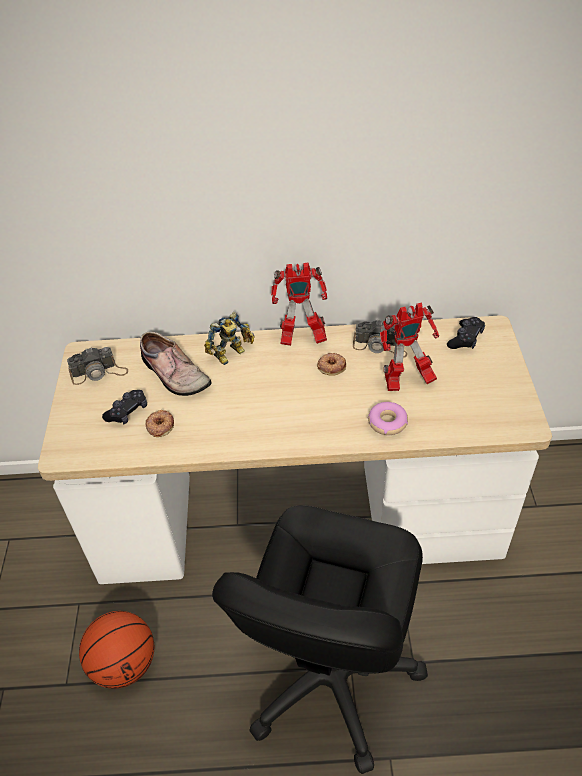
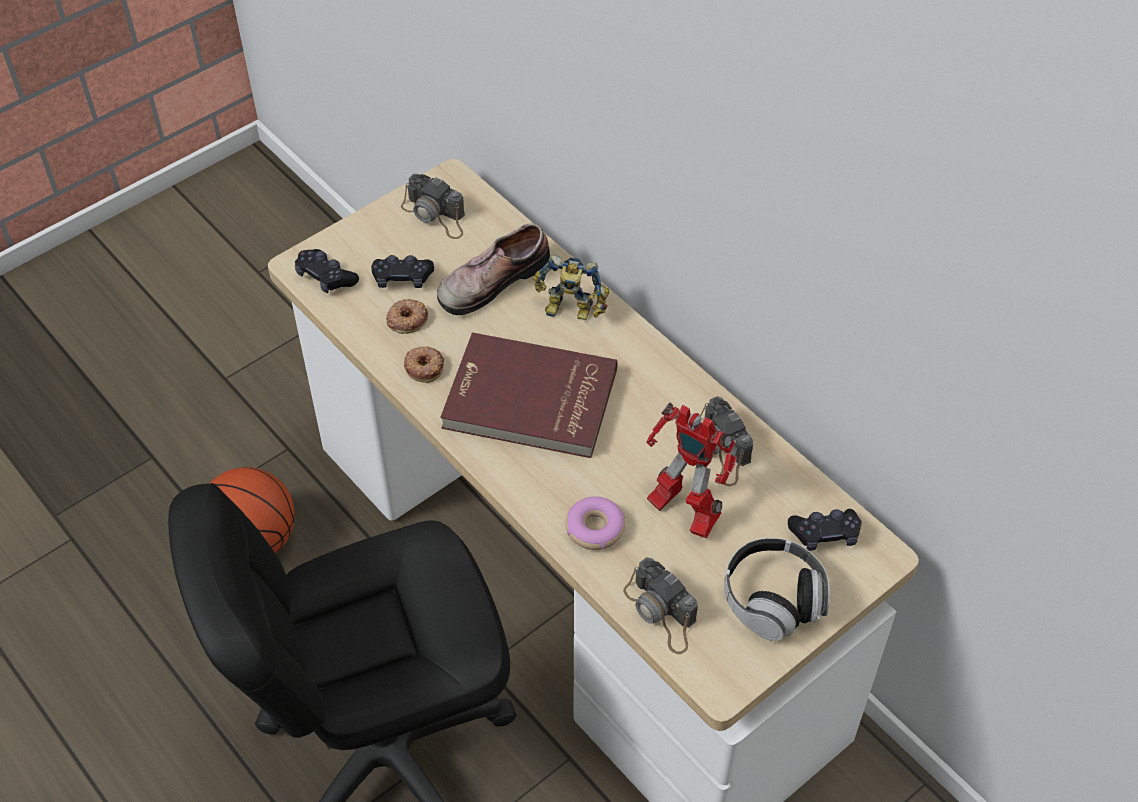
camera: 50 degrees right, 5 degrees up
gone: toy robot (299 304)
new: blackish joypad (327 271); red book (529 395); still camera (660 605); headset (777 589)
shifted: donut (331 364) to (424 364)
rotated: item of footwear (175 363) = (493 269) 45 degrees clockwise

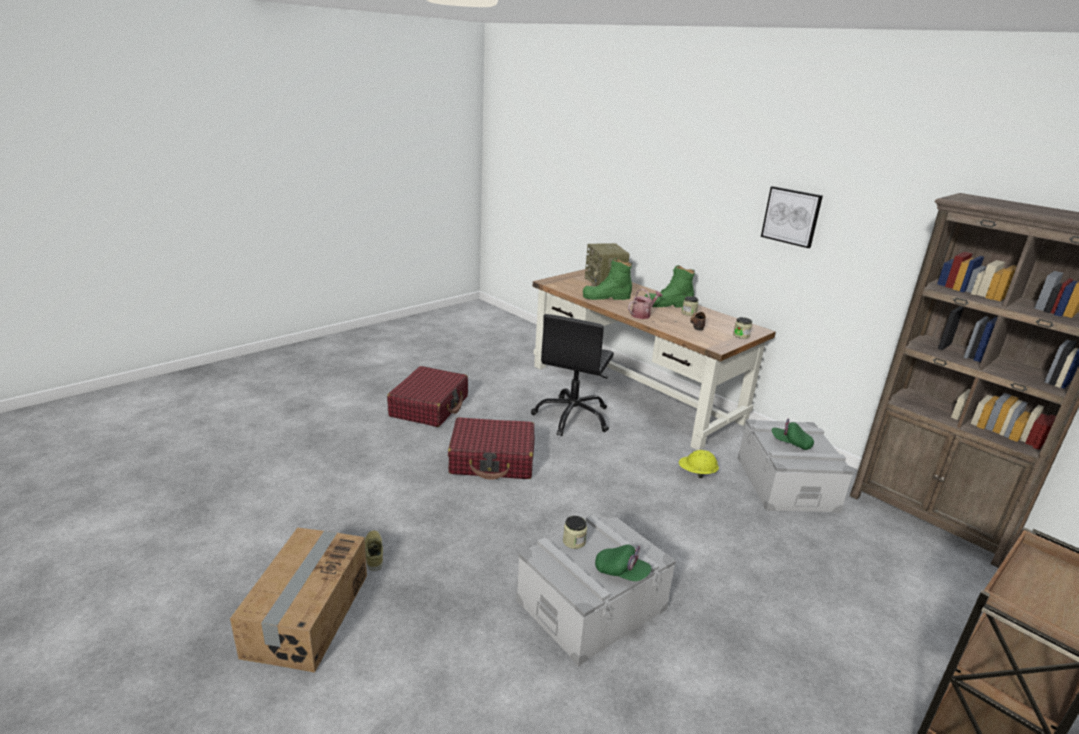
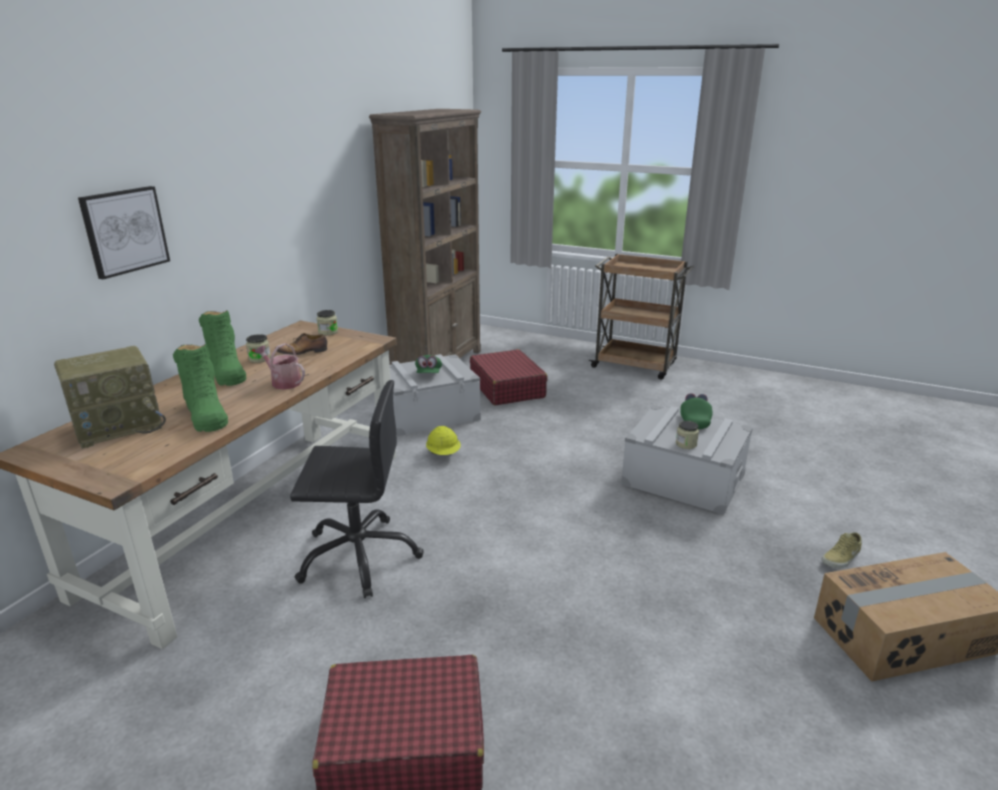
camera: 110 degrees left, 0 degrees up
shifted: sand-coloured item of footwear (374 550) to (841 550); red travel case (491 448) to (509 377); wall picture (792 217) to (124 232)

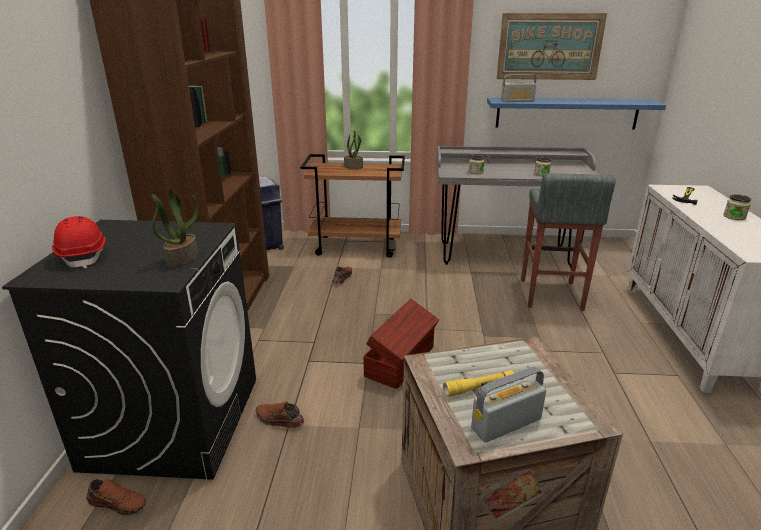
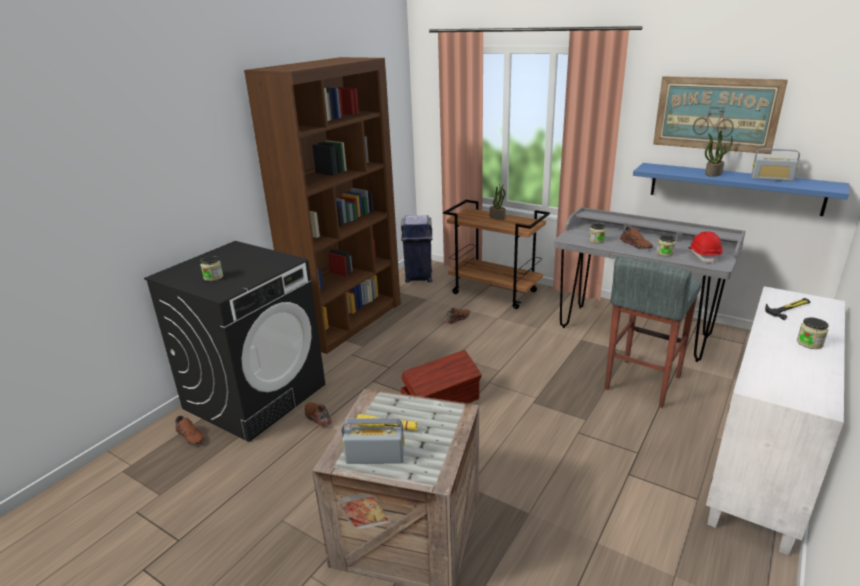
camera: 30 degrees right, 0 degrees up
new: storage jar (211 268); brownish item of footwear (636 238)
shifted: red work helmet (79 242) to (705 247); plant in a pot (175 228) to (719 153); radio receiver (518 88) to (775 165)

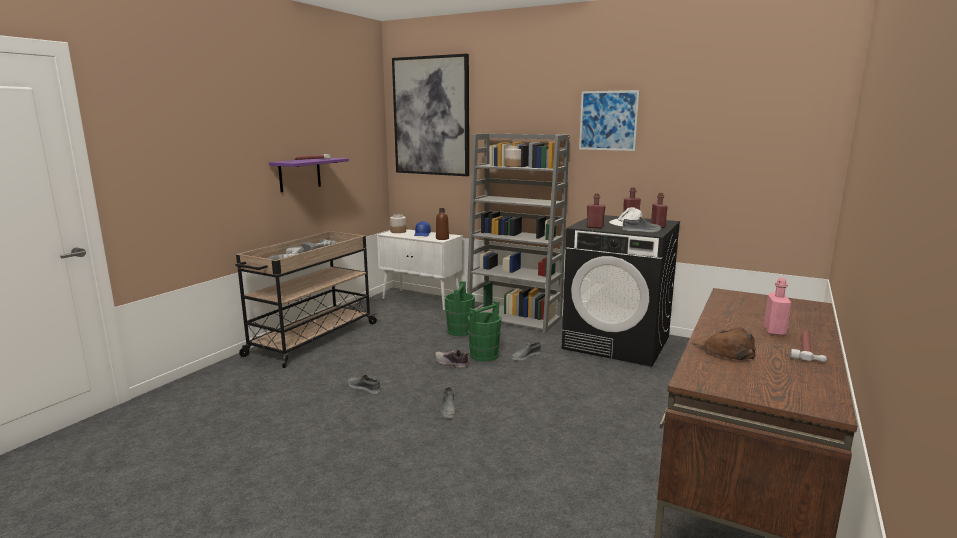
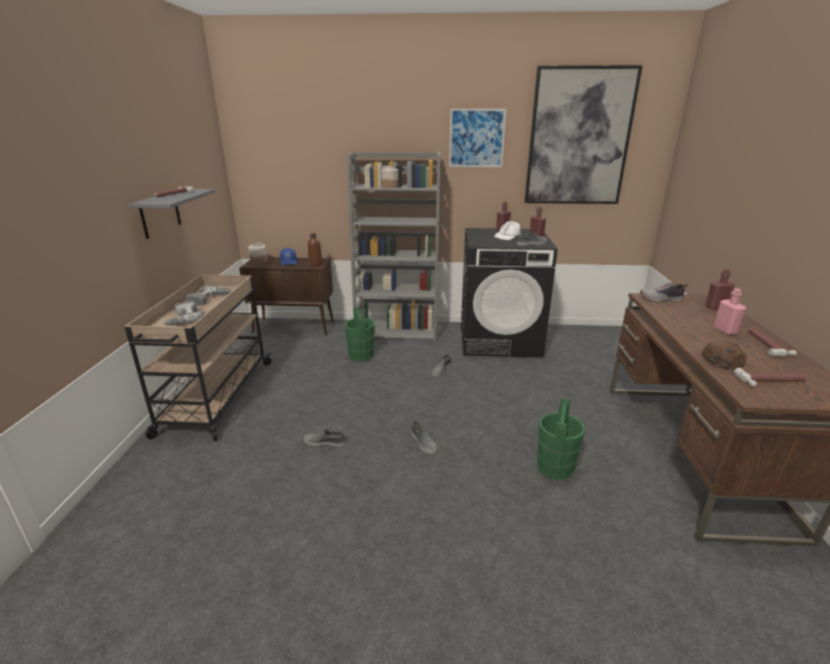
camera: 25 degrees left, 10 degrees up
new: tool hammer (770 377)
shifted: wall picture (430 115) to (583 134); item of footwear (451 359) to (664 292); green-coloured bucket (484 331) to (561 439); red bottle (596 210) to (720 289)
repainted: purple wall shelf (309 175) to greyish wall shelf (172 214); white storage cabinet (420 270) to brownish storage cabinet (286 296)
rotated: brownish baseball cap (723 343) = (725 355) 90 degrees clockwise

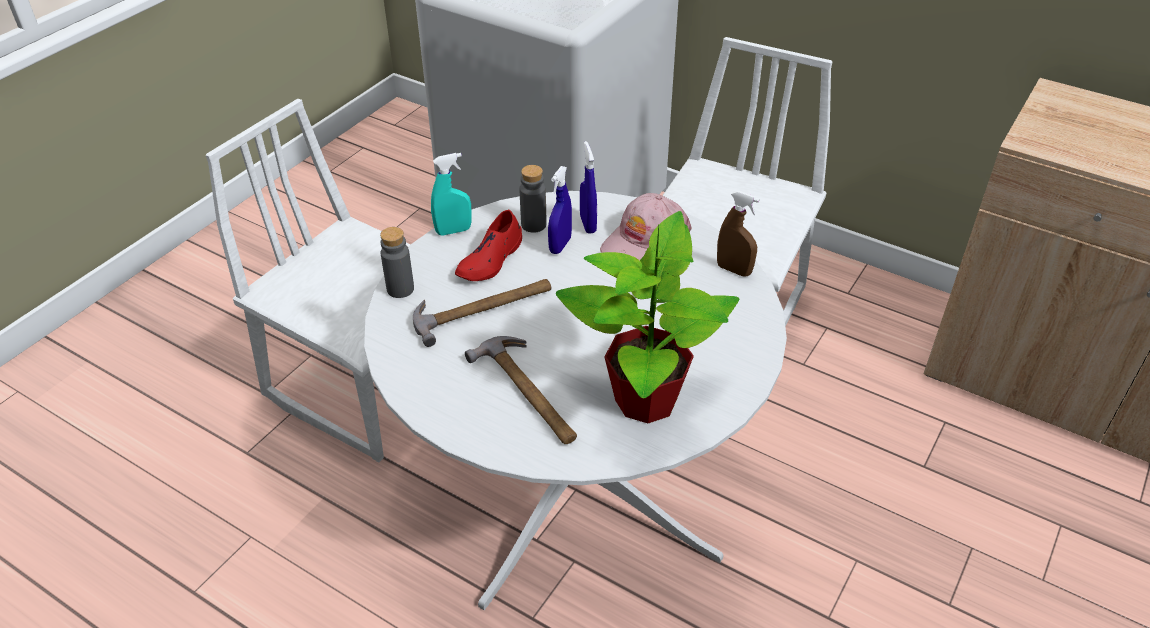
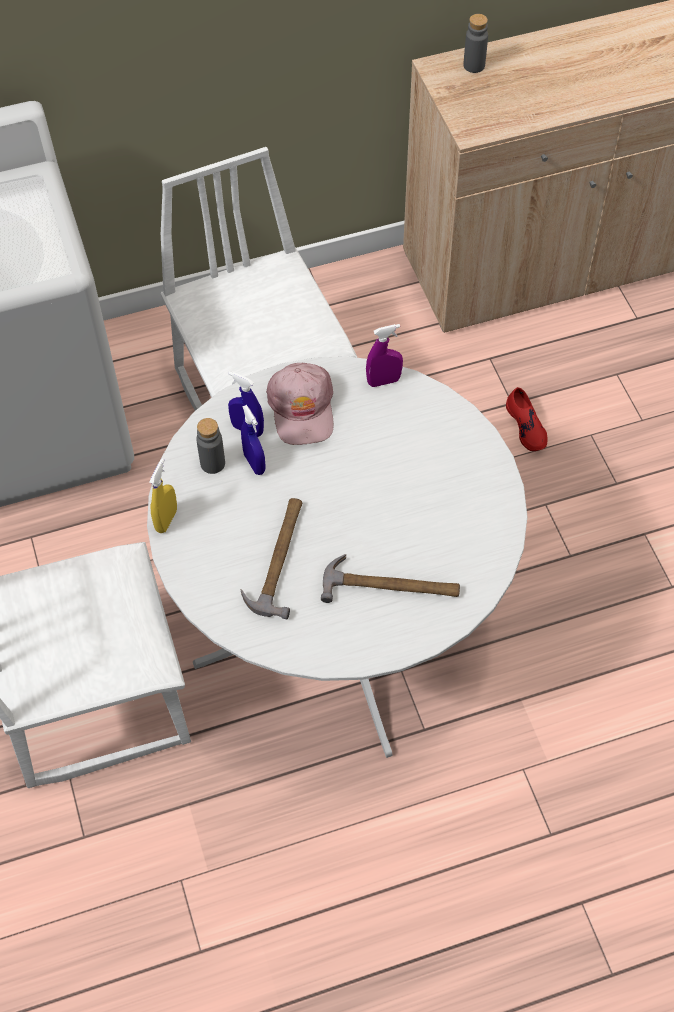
camera: 50 degrees left, 15 degrees up
gone: plant in a pot (647 317)
shifted: greyish bottle (397 262) to (475 43); red item of footwear (488 245) to (527 419)
repainted: blue-green sprayer (451 194) to yellow sprayer (163 496); brownish sprayer (738 234) to purple sprayer (384 355)

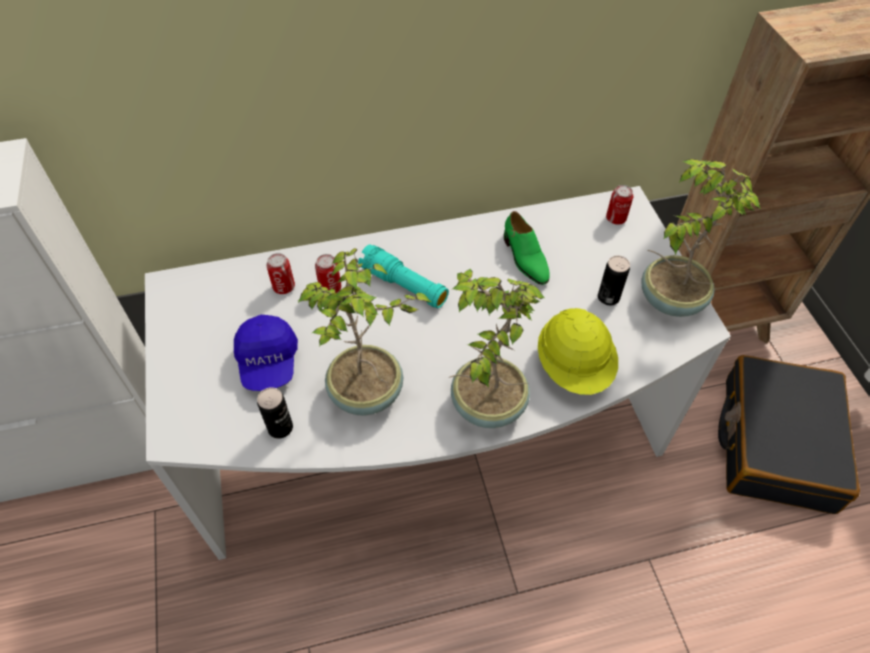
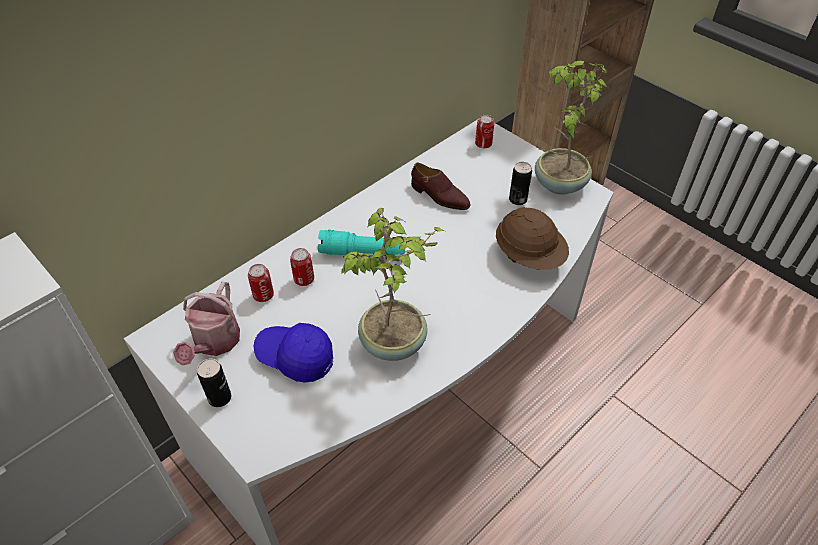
camera: 30 degrees left, 5 degrees down
gone: plant in a pot (496 348); blackish travel case (789 434)
new: watering can (206 323)
shifted: sealed can (275 413) to (214 383)
repainted: green-coloured item of footwear (527 248) to brownish item of footwear (441 186); yellow work helmet (578 351) to brownish work helmet (532 238)
rotated: bluish baseball cap (266 352) = (293 353) 150 degrees clockwise

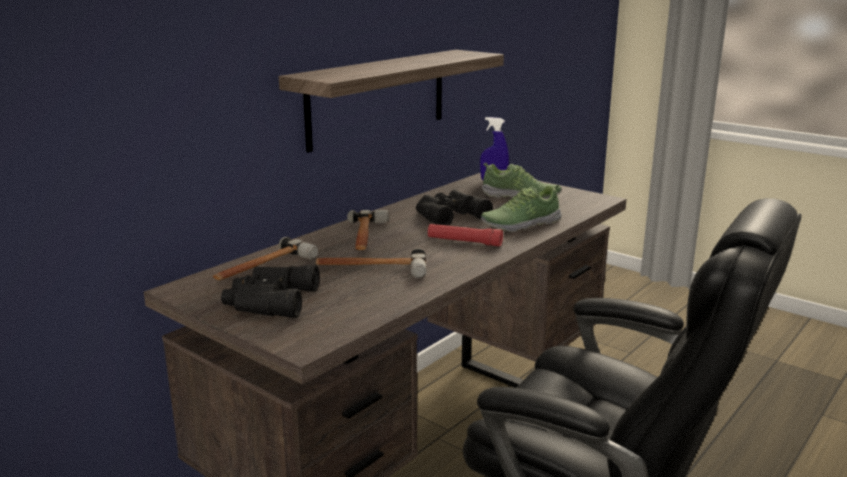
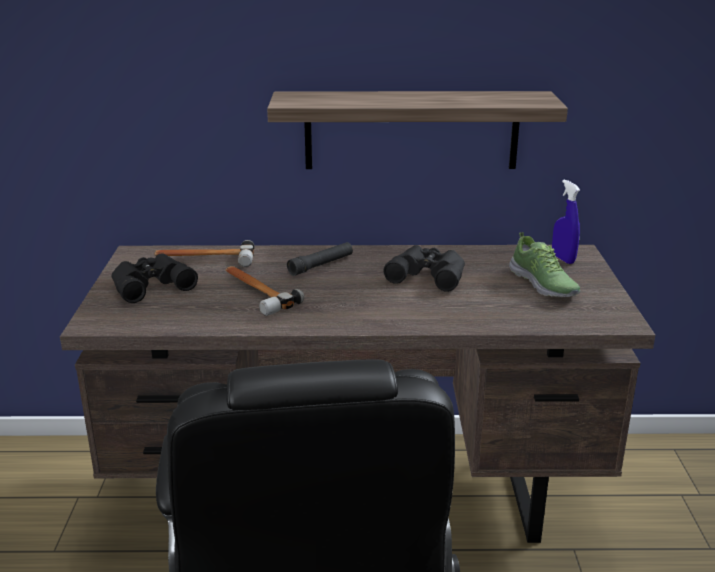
camera: 50 degrees right, 5 degrees up
gone: red hand torch (465 235); item of footwear (521 208)
swapped: tool hammer (368 230) to blackish hand torch (320 259)

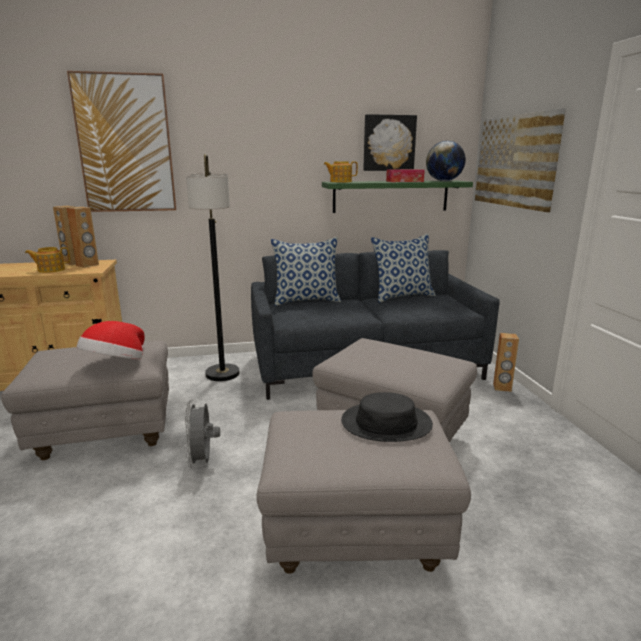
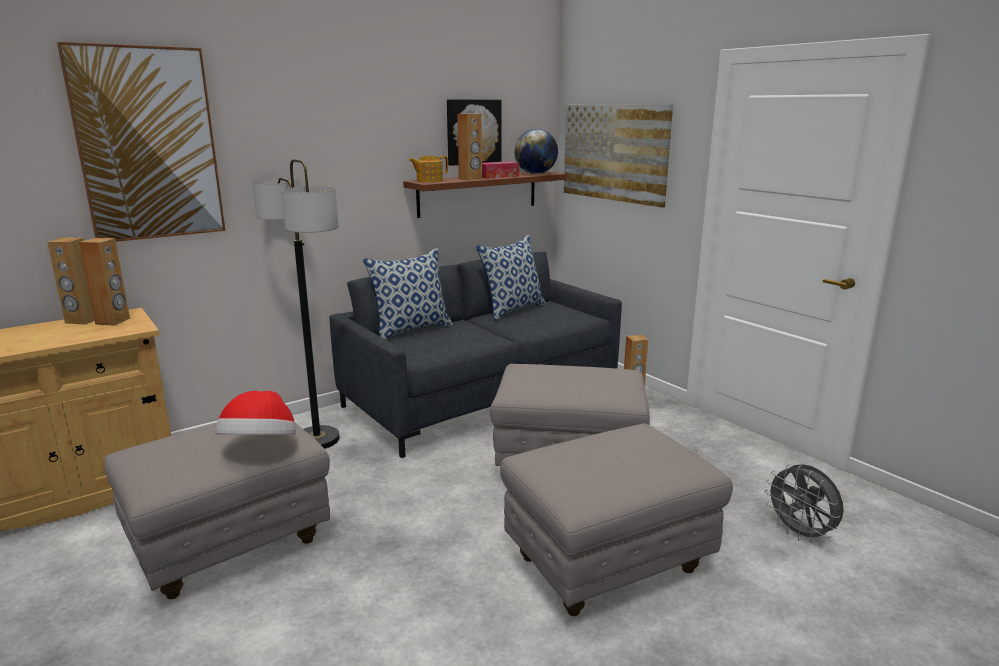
camera: 25 degrees left, 0 degrees up
gone: tea pot (47 260); blackish wearable hat (387 417)
new: brownish audio speaker (469 147)
shifted: greyish fan (202 434) to (804 503)
repainted: green-coloured wall shelf (397 197) to brownish wall shelf (485 195)

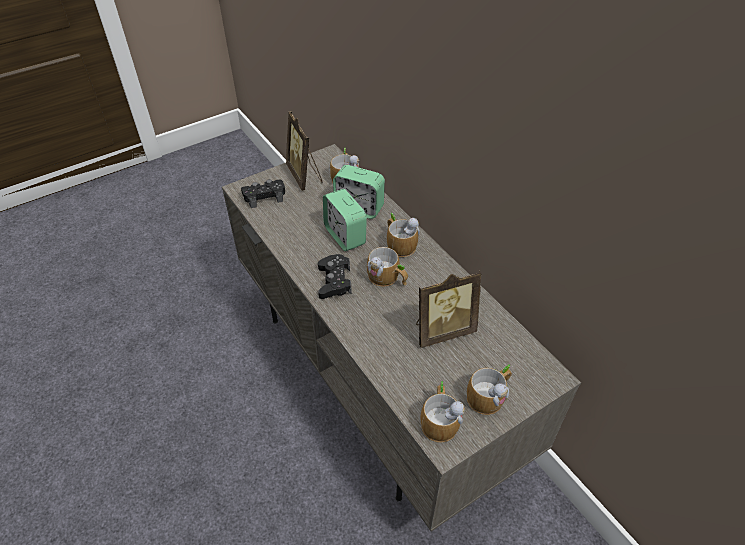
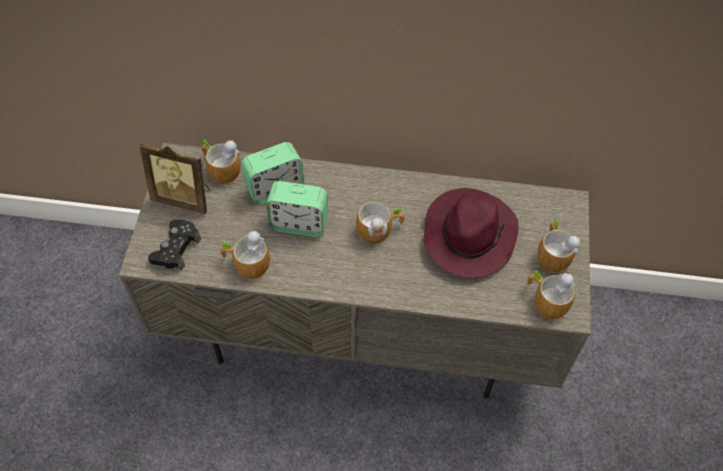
camera: 50 degrees left, 10 degrees up
gone: blackish joypad (335 276)
shifted: mug (403 235) to (245 255)
swapped: picture frame (449 309) to purple wearable hat (471 233)

